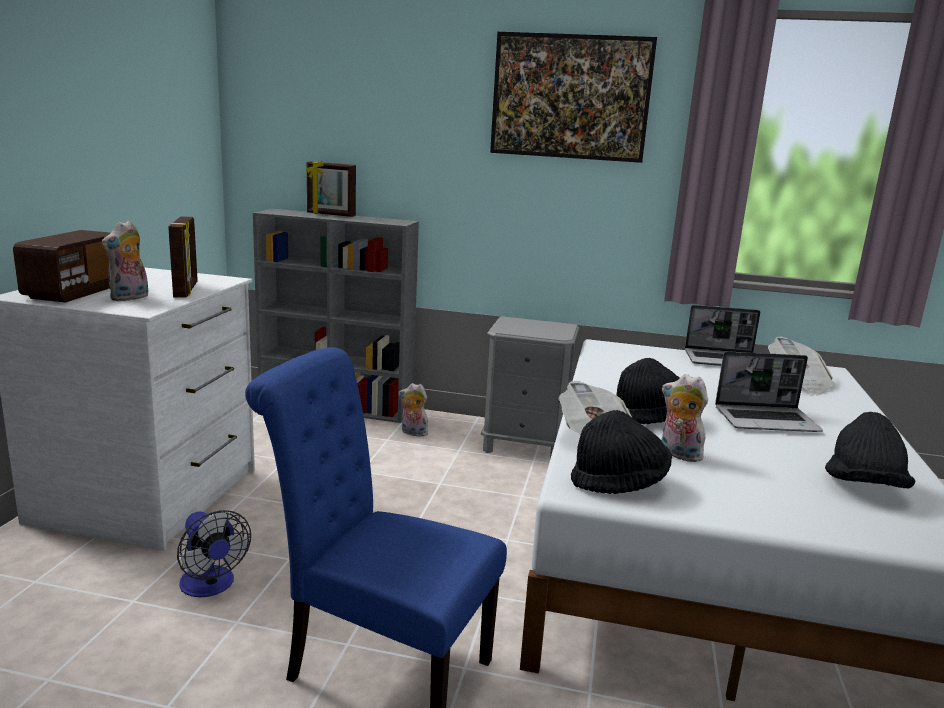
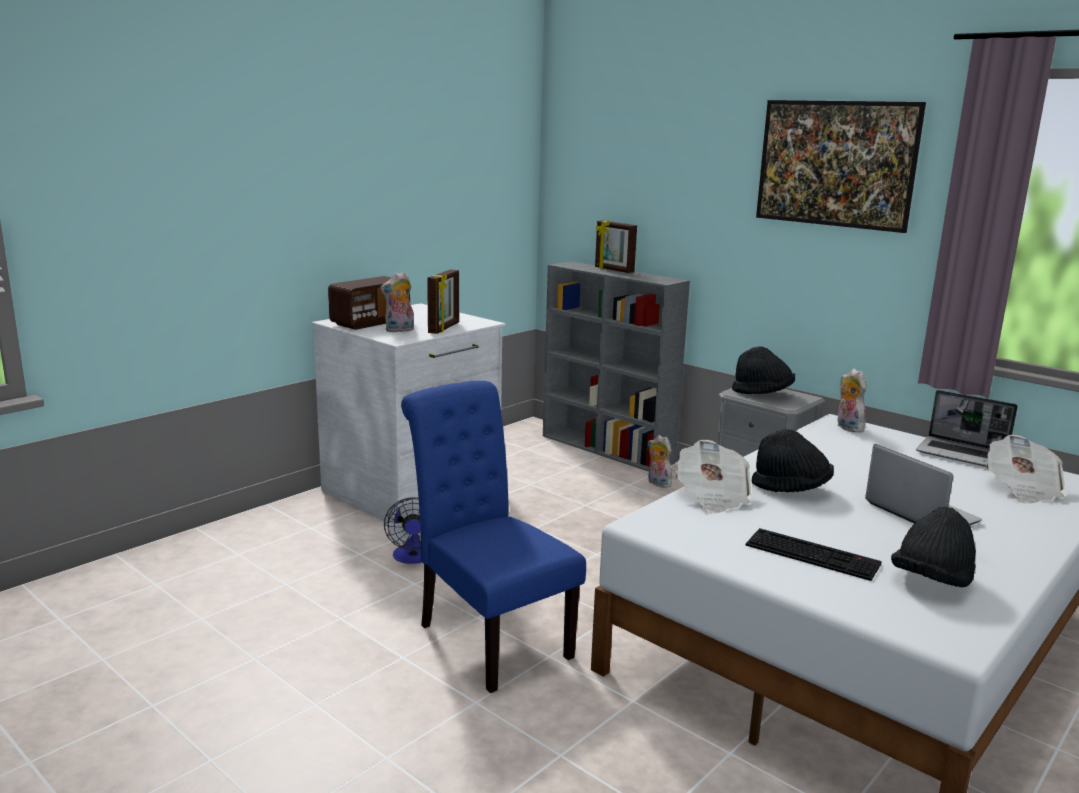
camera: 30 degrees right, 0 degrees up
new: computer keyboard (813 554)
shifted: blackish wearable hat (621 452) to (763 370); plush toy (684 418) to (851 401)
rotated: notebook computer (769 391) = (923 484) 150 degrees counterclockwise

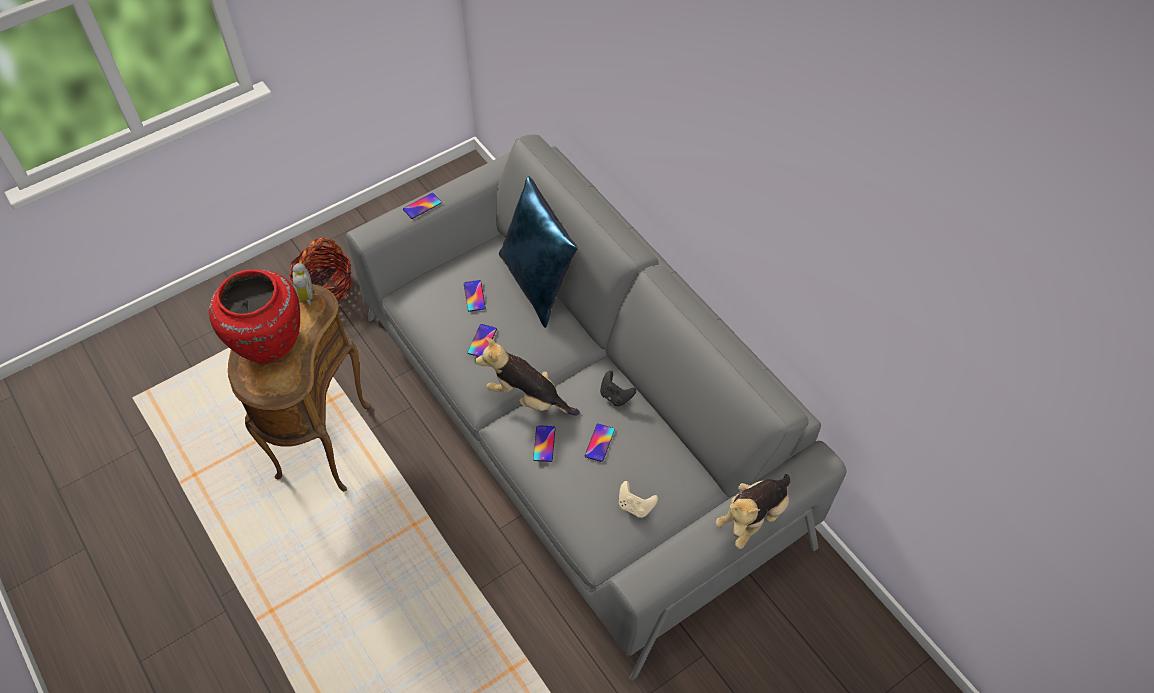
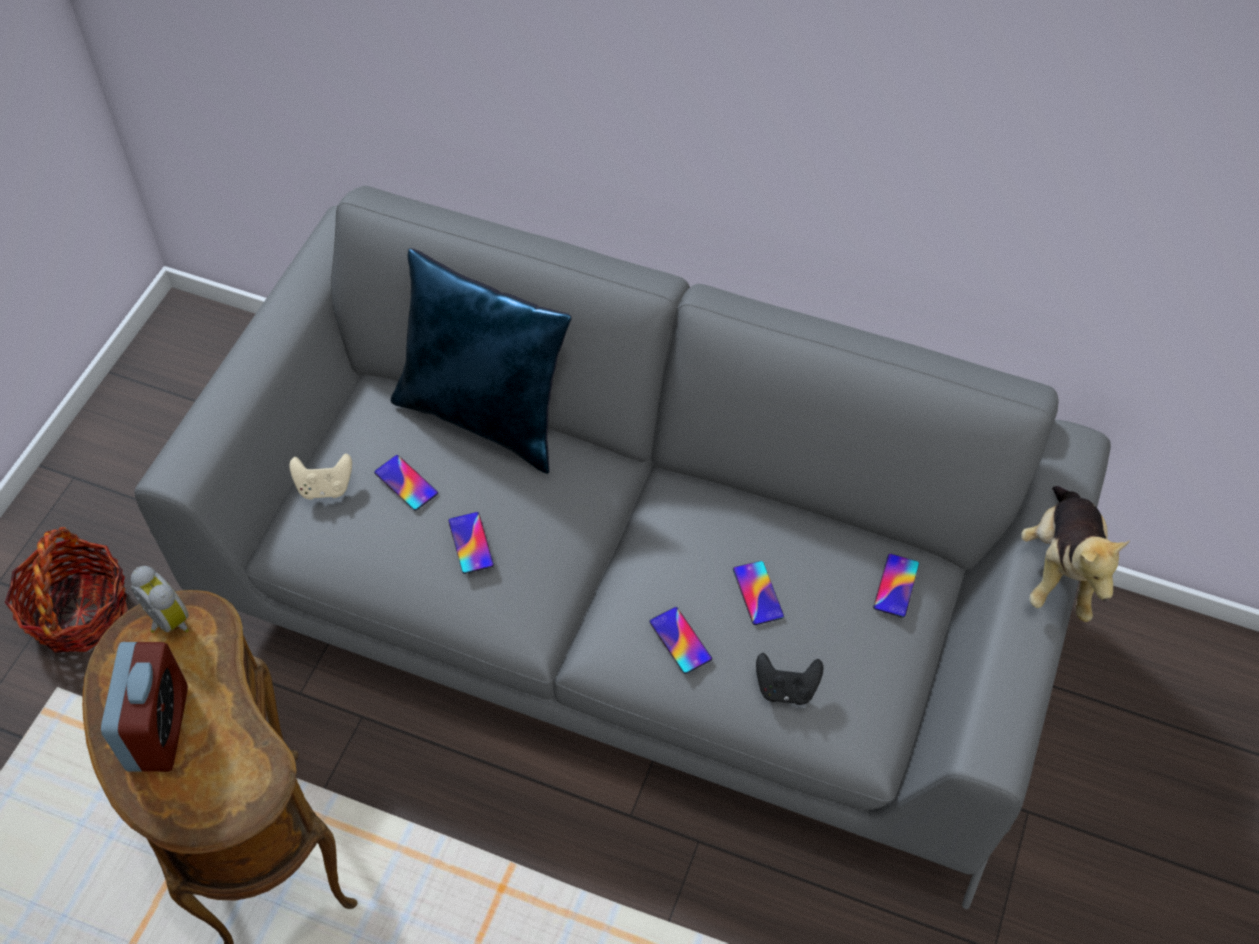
camera: 35 degrees left, 0 degrees up
gone: plush toy (527 376)
shifted: phone (422 206) to (896 585); blackish joypad (618 388) to (789 679); sand-coloured joypad (638 499) to (320 476)
swapped: red vase (254 316) to bedside clock (144 707)

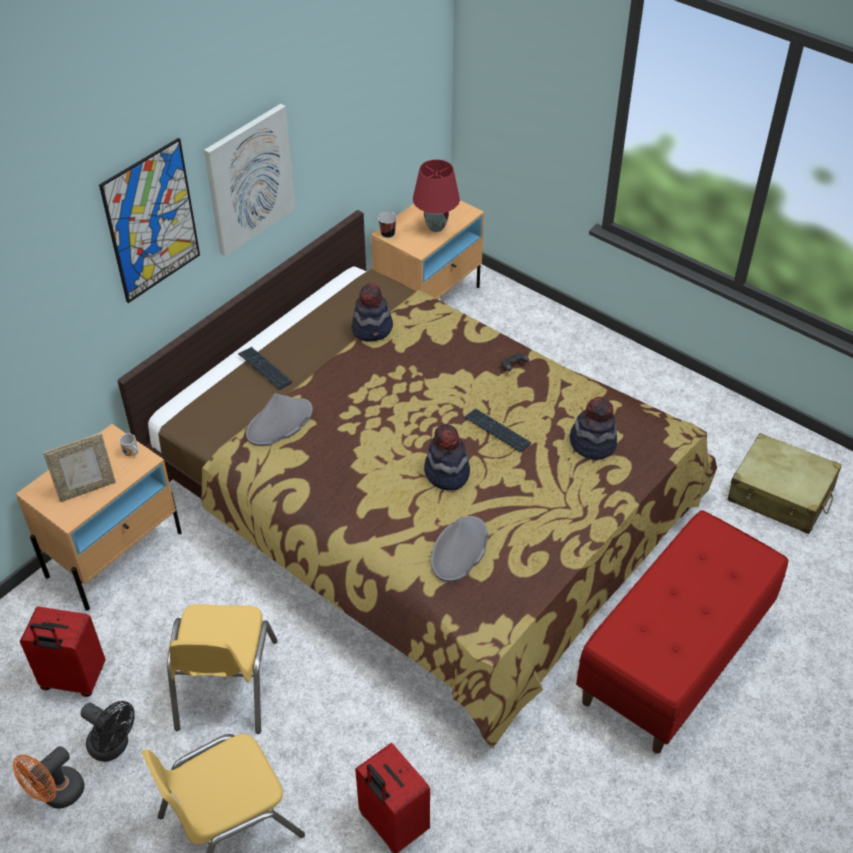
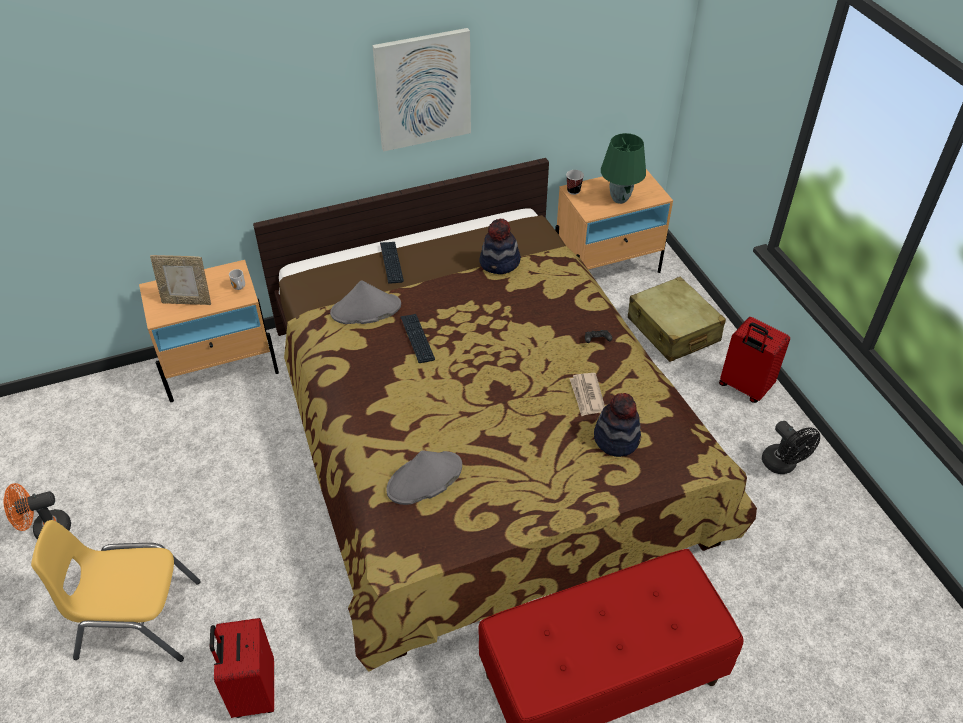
camera: 30 degrees right, 0 degrees up
gone: wall picture (149 220); yellow plain chair (222 669); wearable hat (447 457)
new: daily paper (587 394)
shifted: red travel case (63 652) to (754 360); blackish fan (108 731) to (791 447); computer keyboard (497 430) to (417 338); sand-coloured travel case (785 483) to (677 319)
repainted: red lamp for a table (436 195) to green-coloured lamp for a table (623 168)

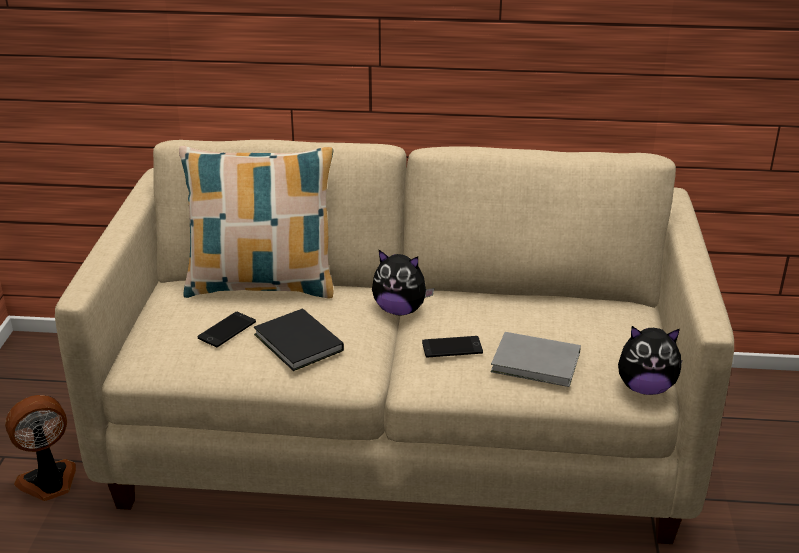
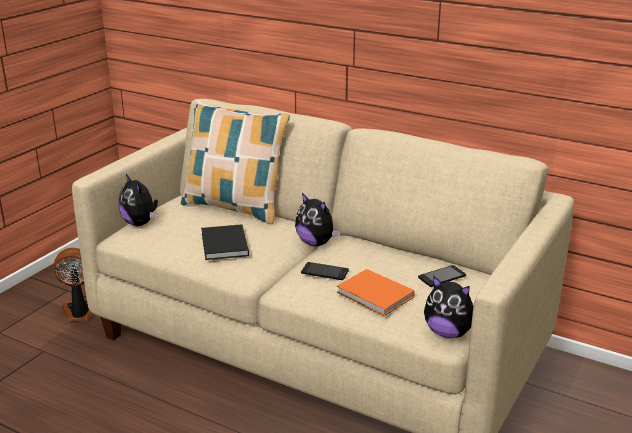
camera: 25 degrees right, 5 degrees down
new: plush toy (138 200)
shifted: phone (226 329) to (442 276)
repainted: greyish book (536 359) to orange-coloured book (376 292)

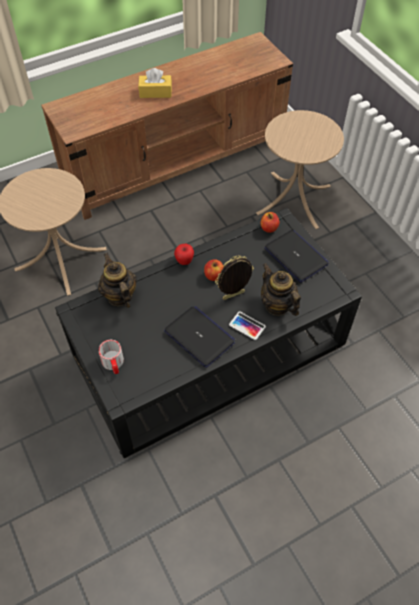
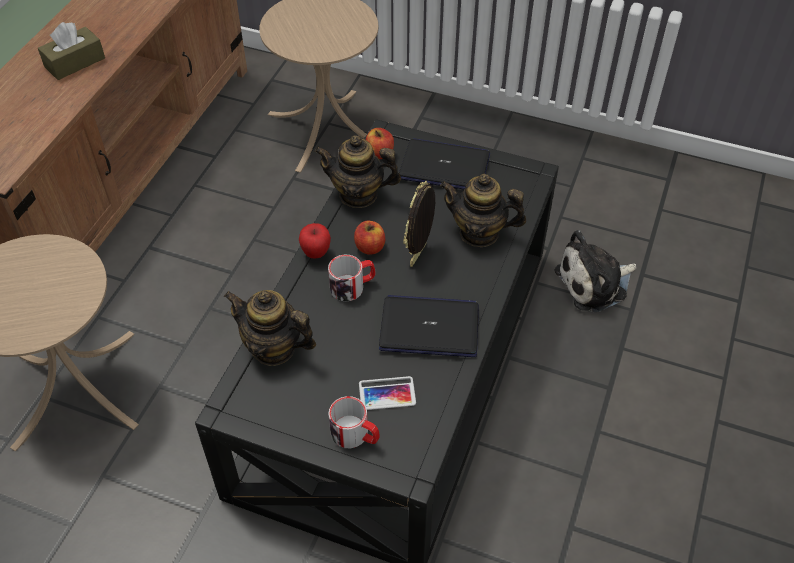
camera: 40 degrees left, 5 degrees down
new: tea pot (357 171); mug (352 277); plush toy (595 271)
shifted: phone (247 325) to (387 393)
repainted: yellow tissue holder (155 83) to brownish tissue holder (71 51)

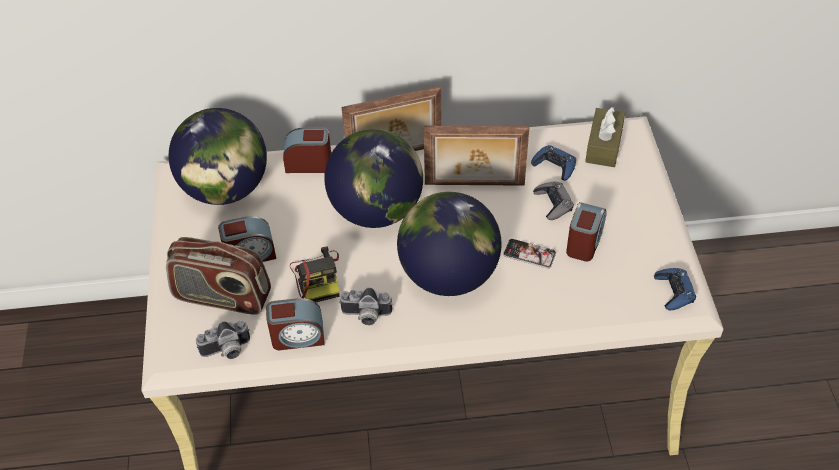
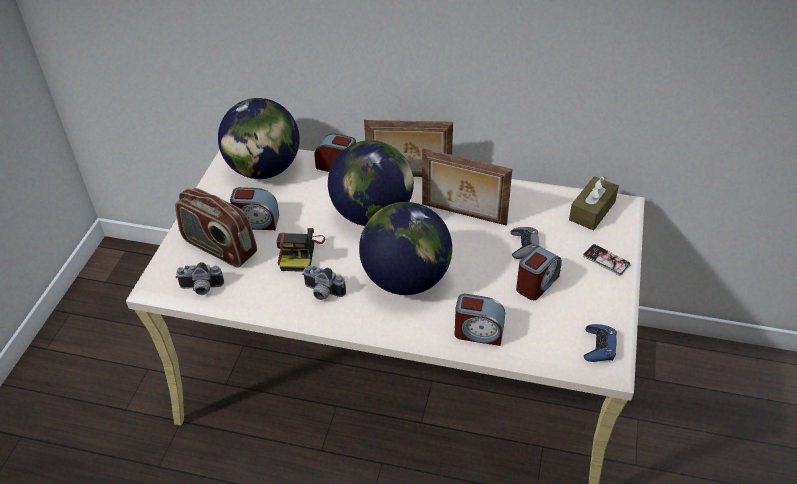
camera: 20 degrees right, 5 degrees down
gone: bluish joypad (553 163)
shifted: bedside clock (295 324) to (480 320); phone (529 253) to (607 259)

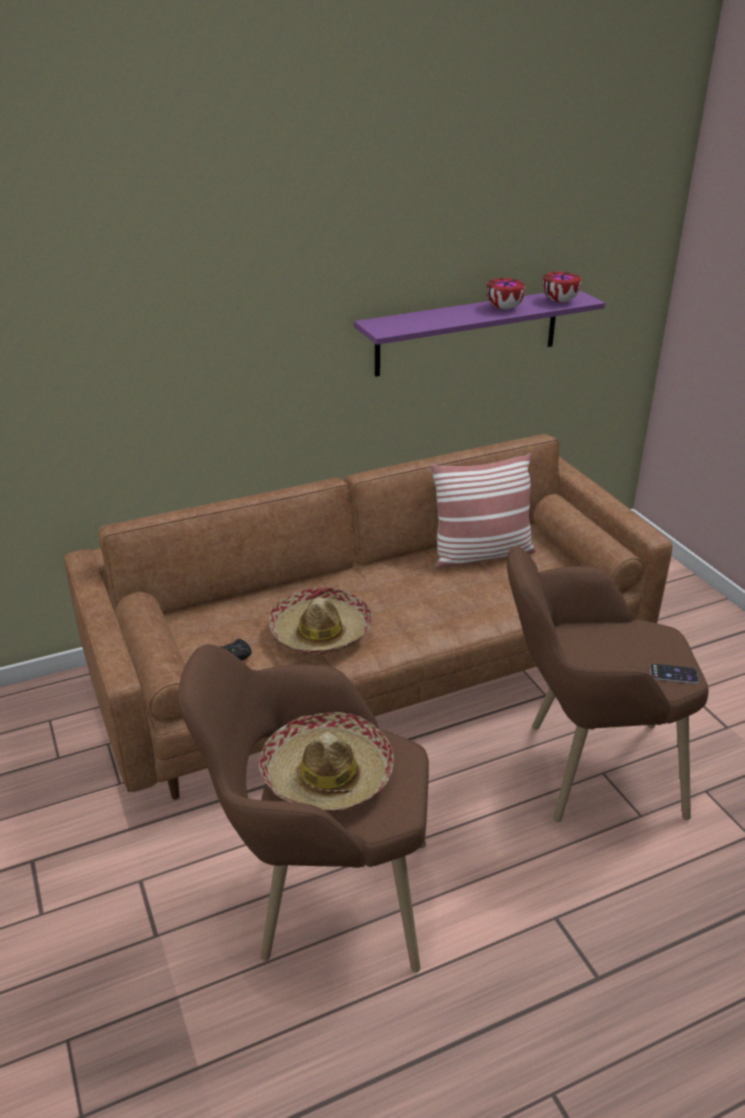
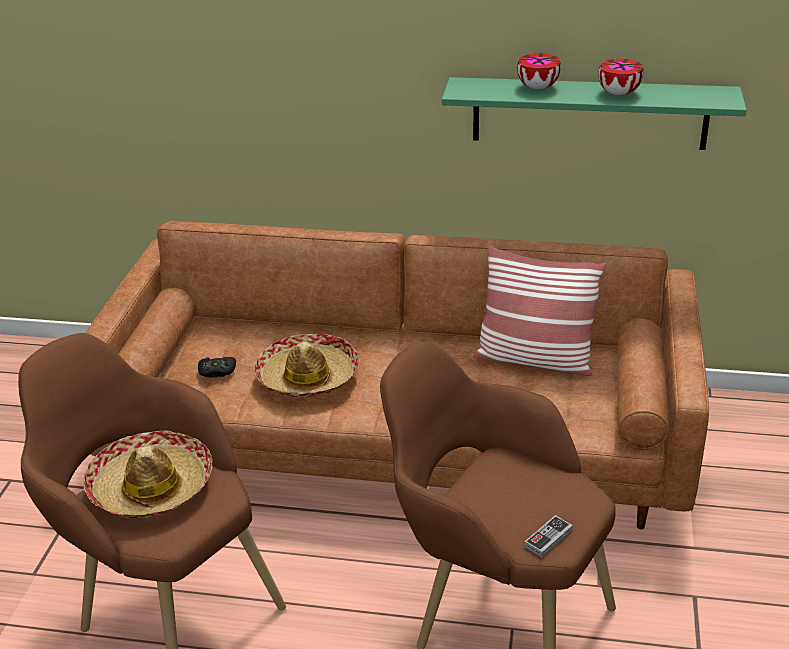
camera: 35 degrees right, 0 degrees up
shifted: serving bowl (561 287) to (539 71)
swapped: phone (674 673) to joypad (548 536)
repainted: purple wall shelf (479 333) to green-coloured wall shelf (594 113)

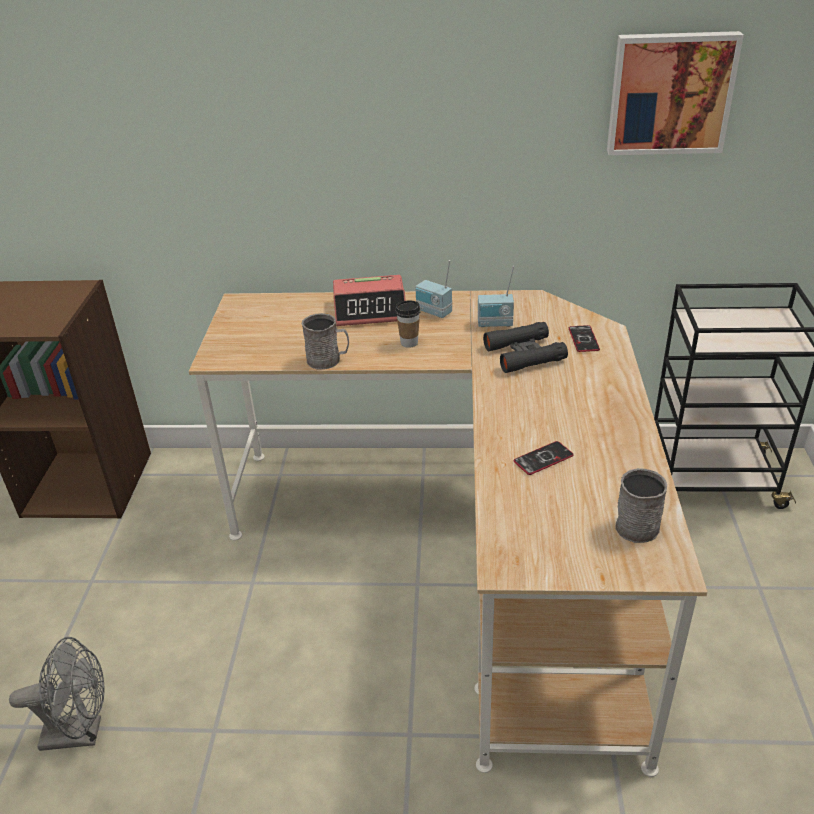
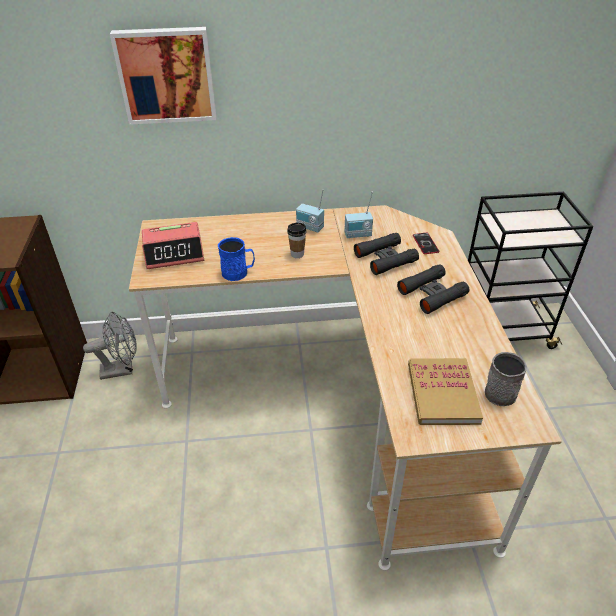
camera: 10 degrees left, 5 degrees up
gone: phone (543 458)
new: blackish pair of binoculars (433 289); book (445 391)
shifted: greyish fan (57 694) to (110 346); bedside clock (369 300) to (173 245); wall picture (675 93) to (163 76)
repainted: greyish mug (325 341) to bluish mug (236 259)

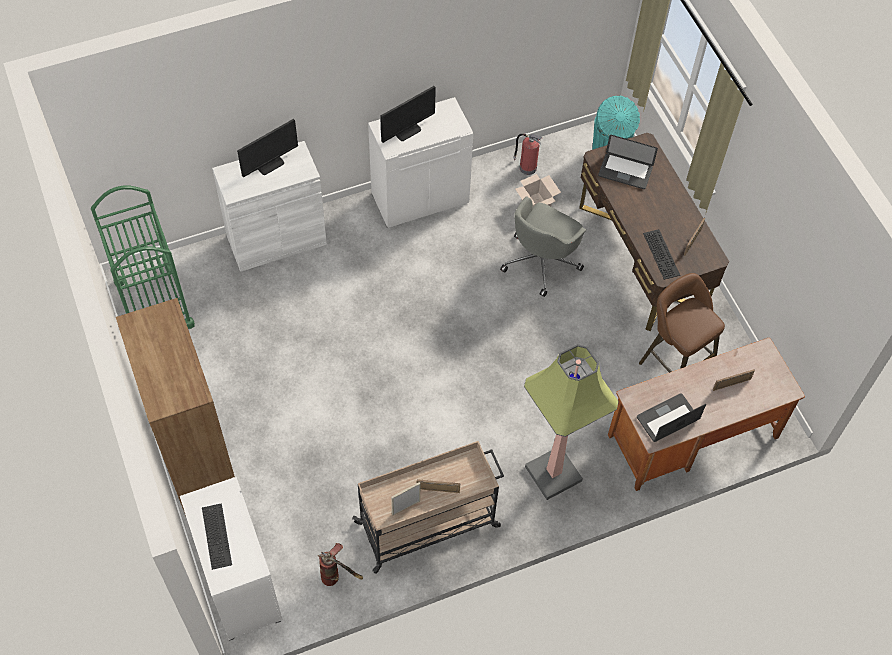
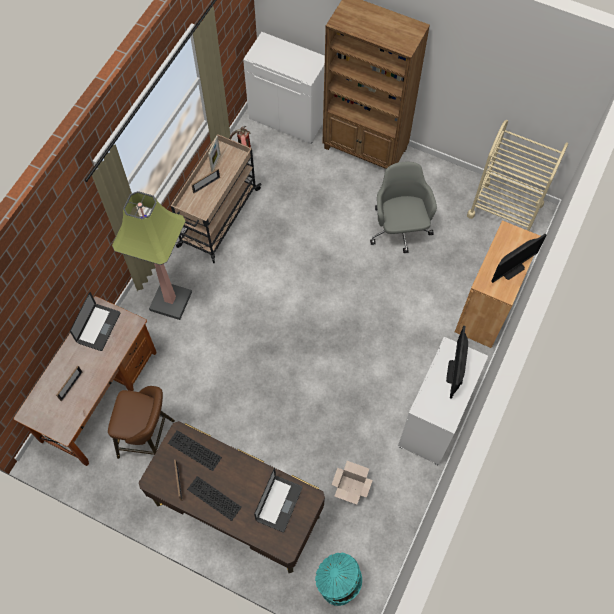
camera: 140 degrees right, 5 degrees up
gone: fire extinguisher (527 154)
shifted: computer keyboard (217 536) to (214 498); greyish desk chair (543 246) to (403 207)
repainted: green-coloured wheeled cart (143 257) to sand-coloured wheeled cart (517 175); white storage cabinet (269 206) to brownish storage cabinet (497 284)
rotated: computer screen (267 148) = (518 258) 135 degrees counterclockwise; notebook computer (628 162) = (278 500) 135 degrees clockwise

